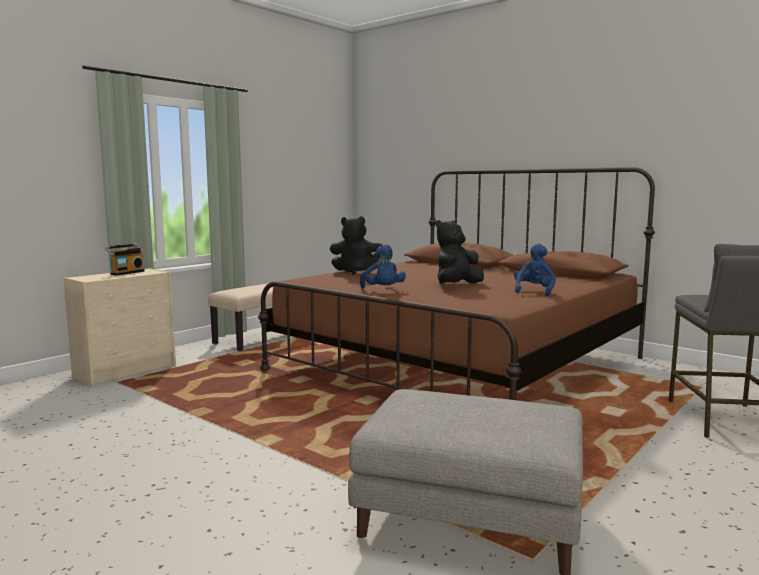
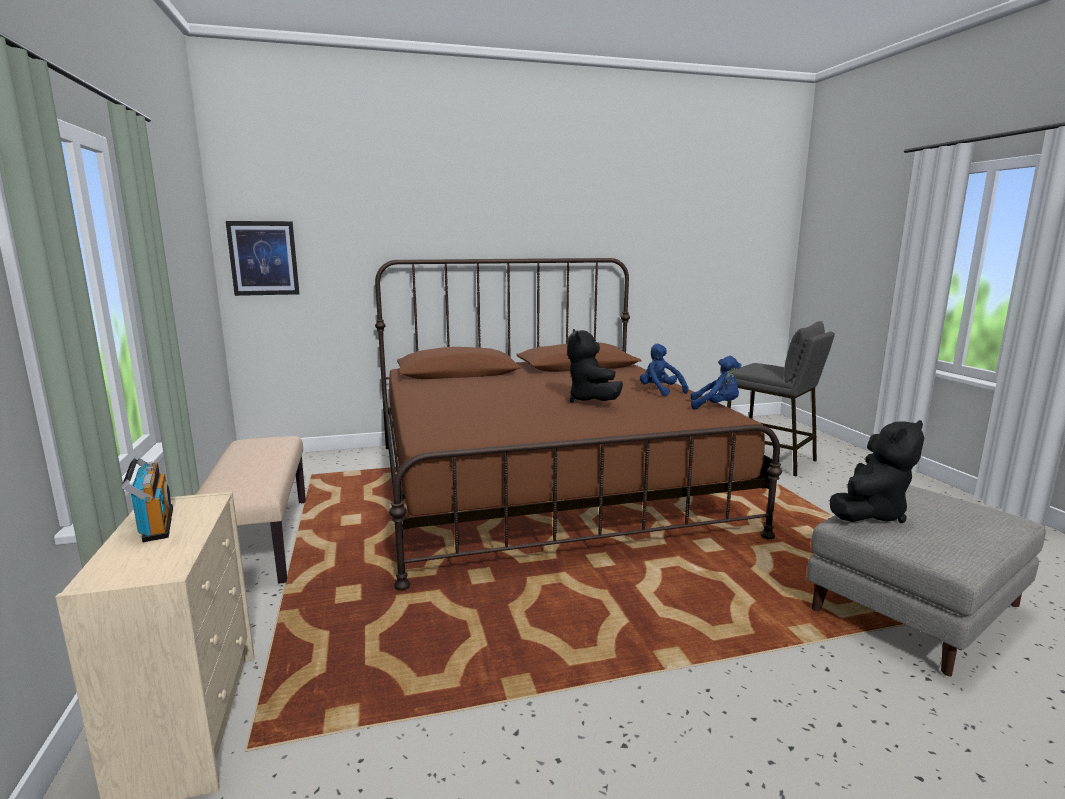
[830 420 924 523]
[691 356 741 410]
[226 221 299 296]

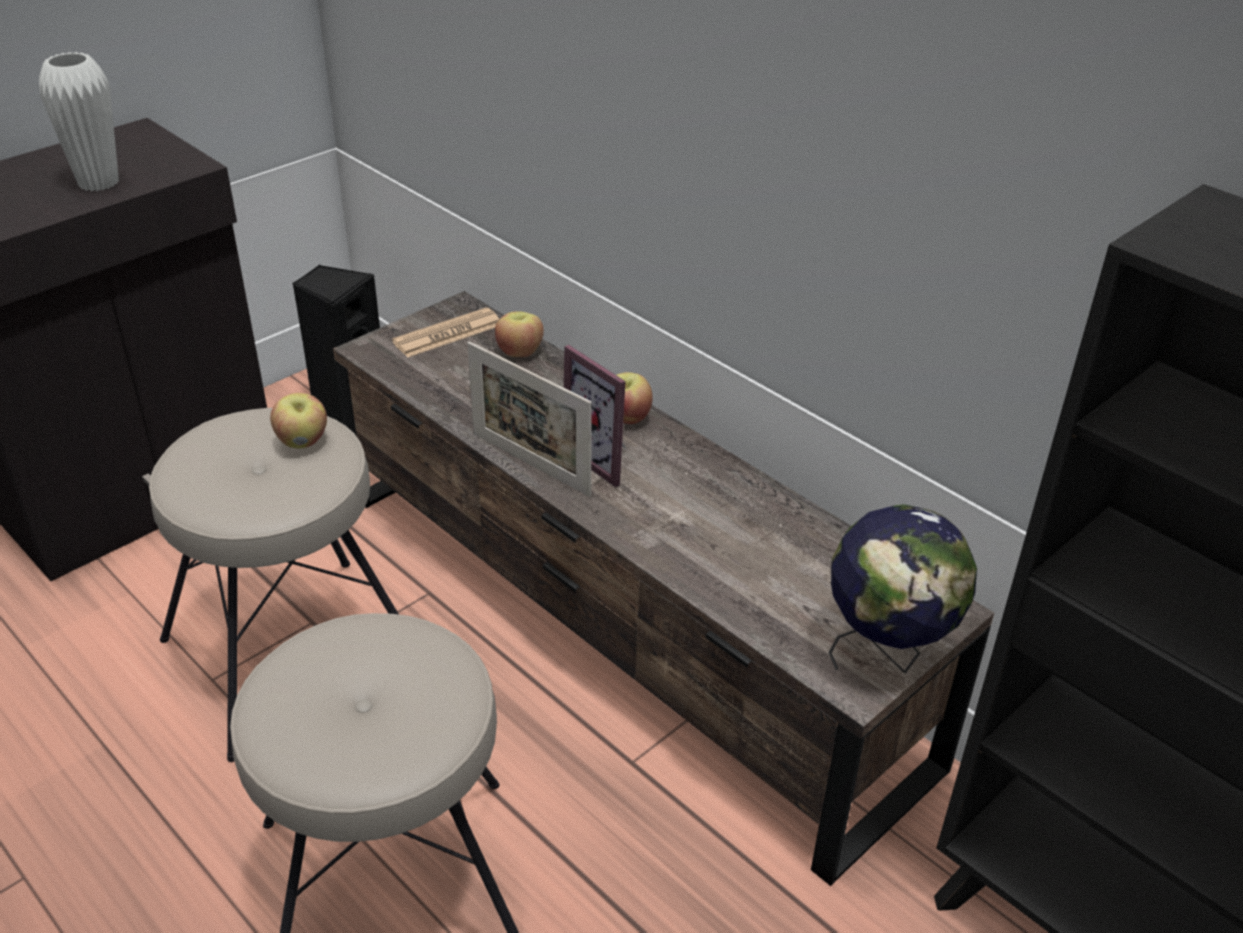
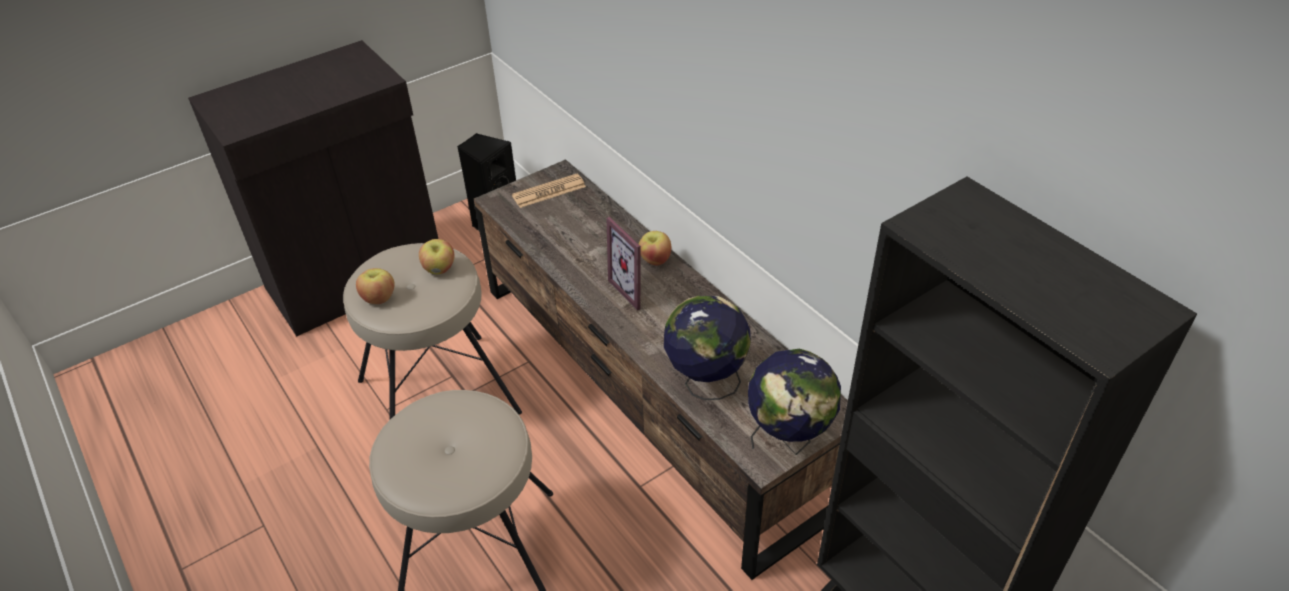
[39 52 119 191] (first image)
[467 341 592 497] (first image)
[356 268 395 304]
[664 296 751 400]

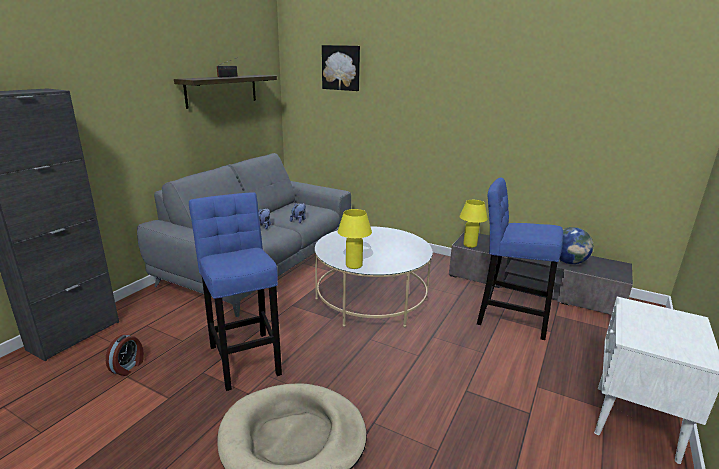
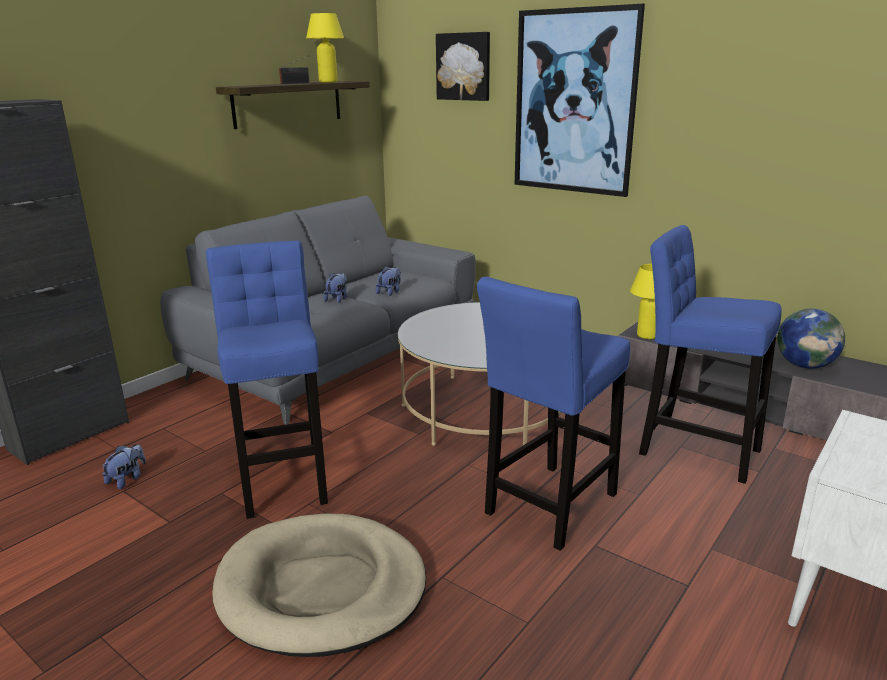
[101 444 146 489]
[306 13 344 82]
[477 277 630 551]
[515 4 645 197]

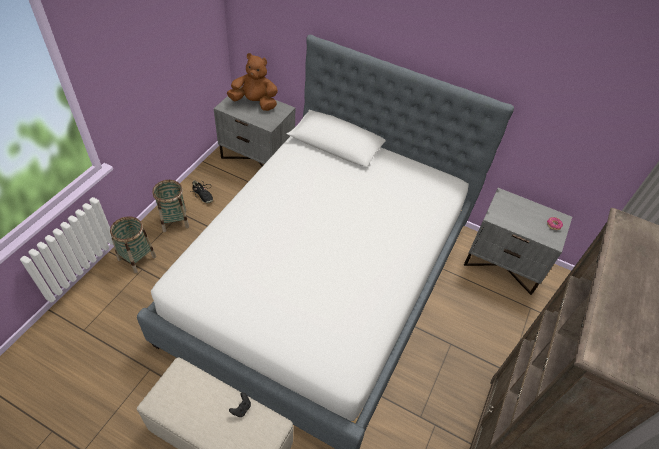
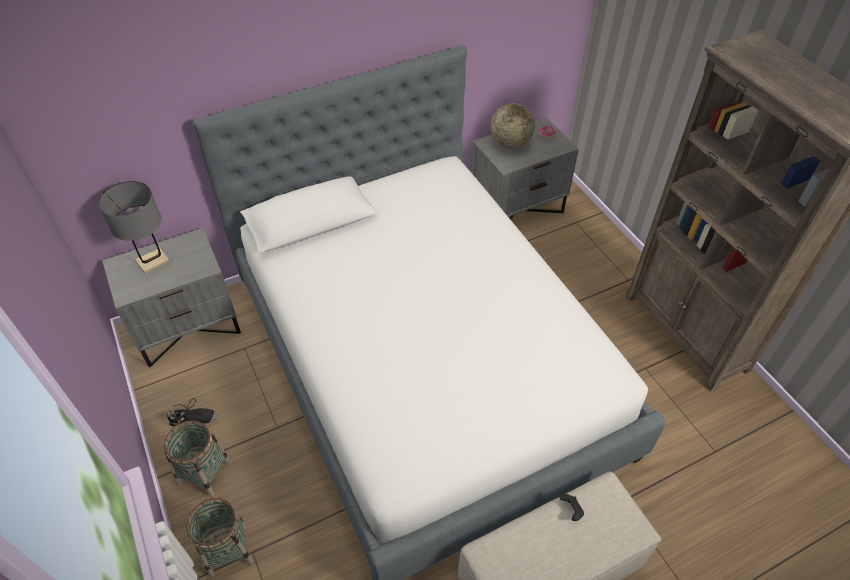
[98 181 170 274]
[491 103 535 149]

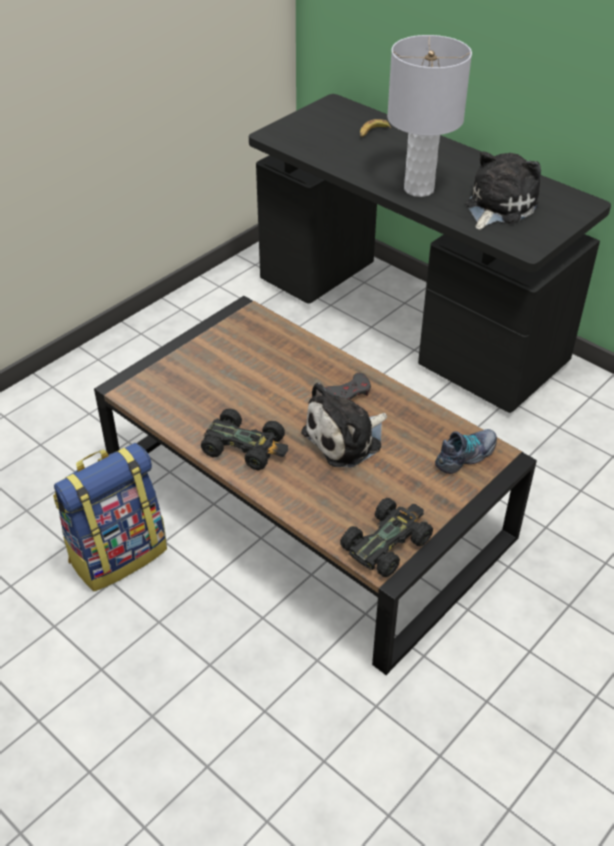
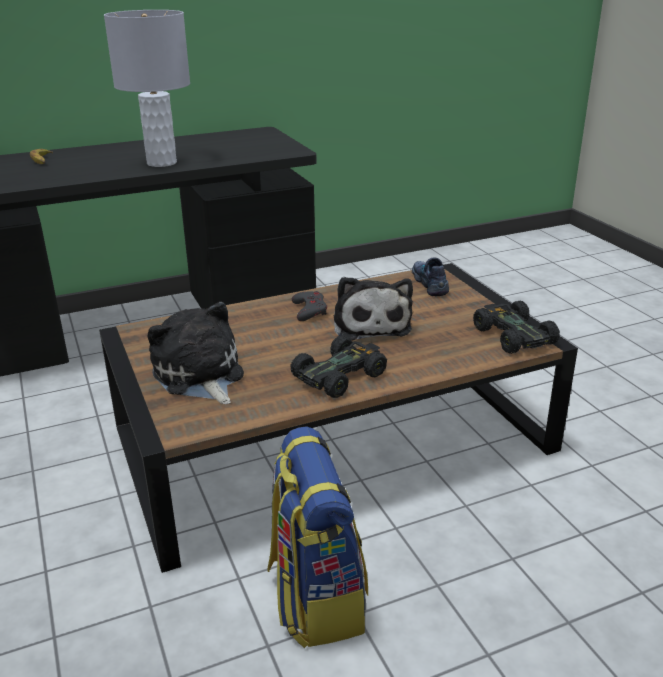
[148 302 244 404]

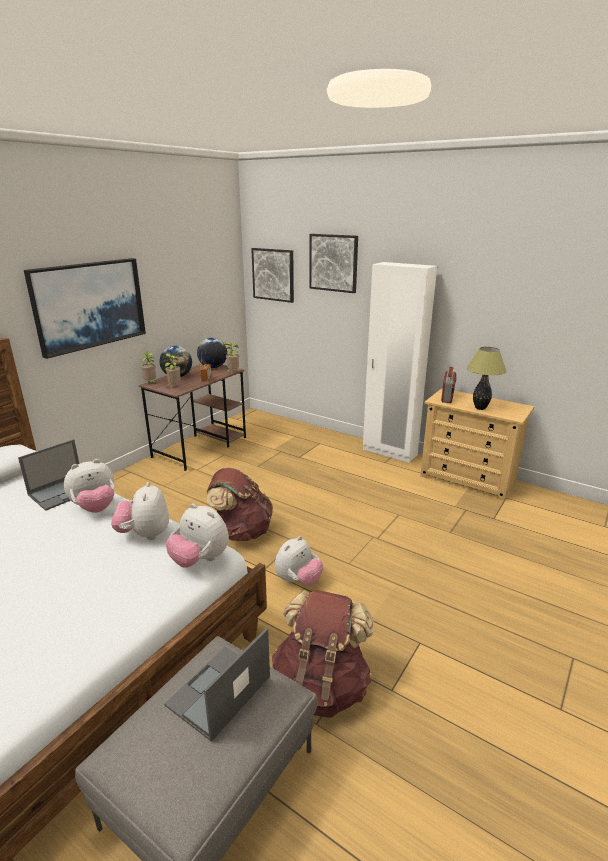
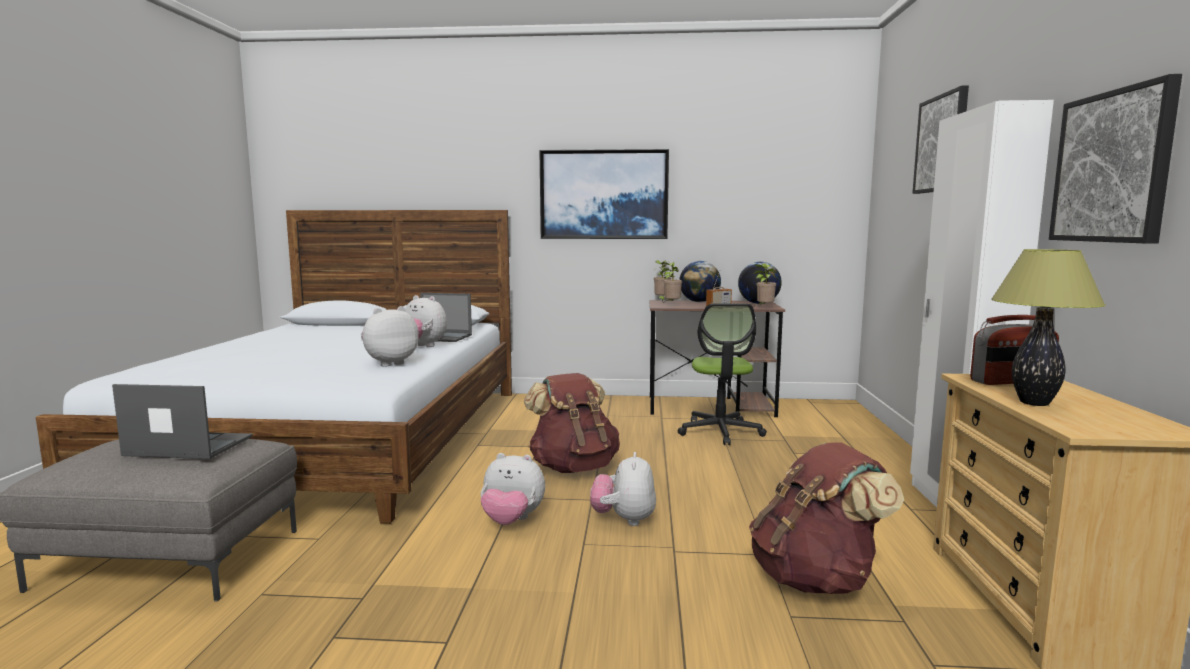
[590 452 656 526]
[1049 74 1182 244]
[749 442 904 594]
[678 303 767 445]

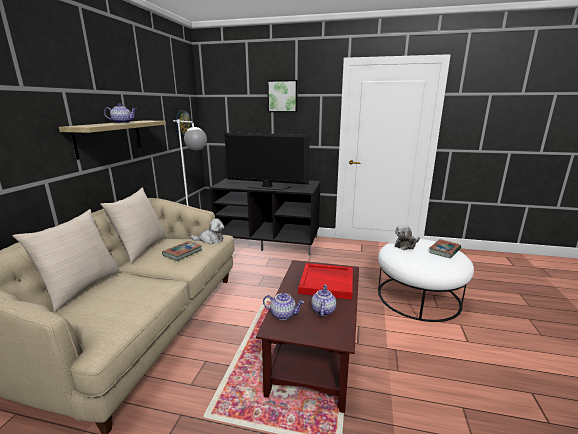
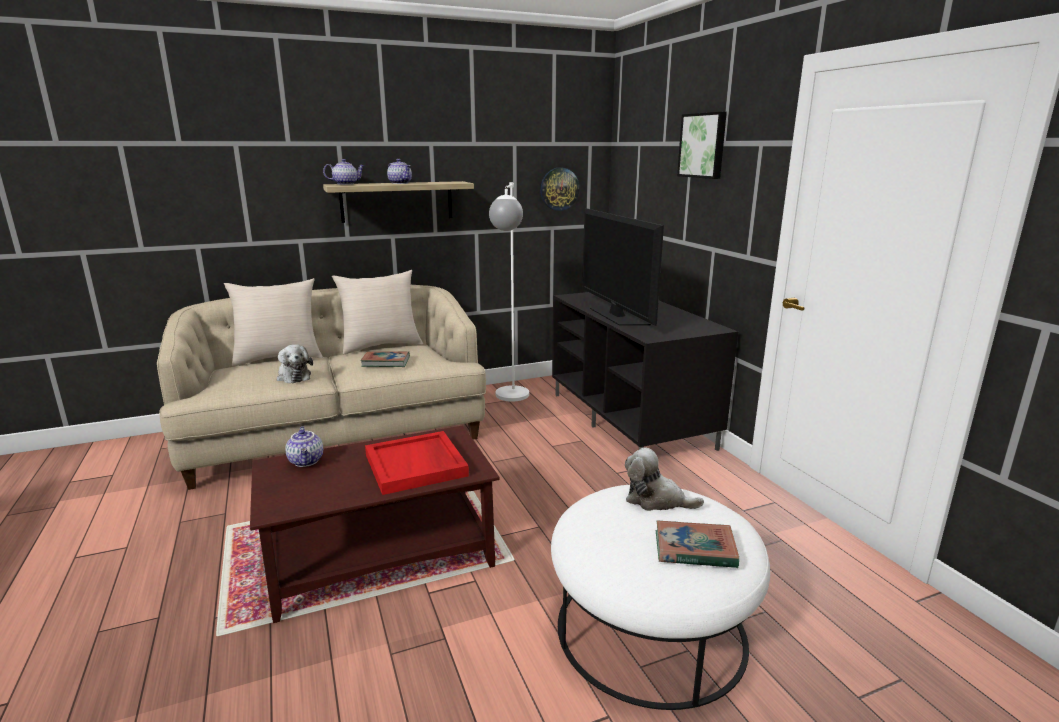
[277 344 313 383]
[323 159 365 185]

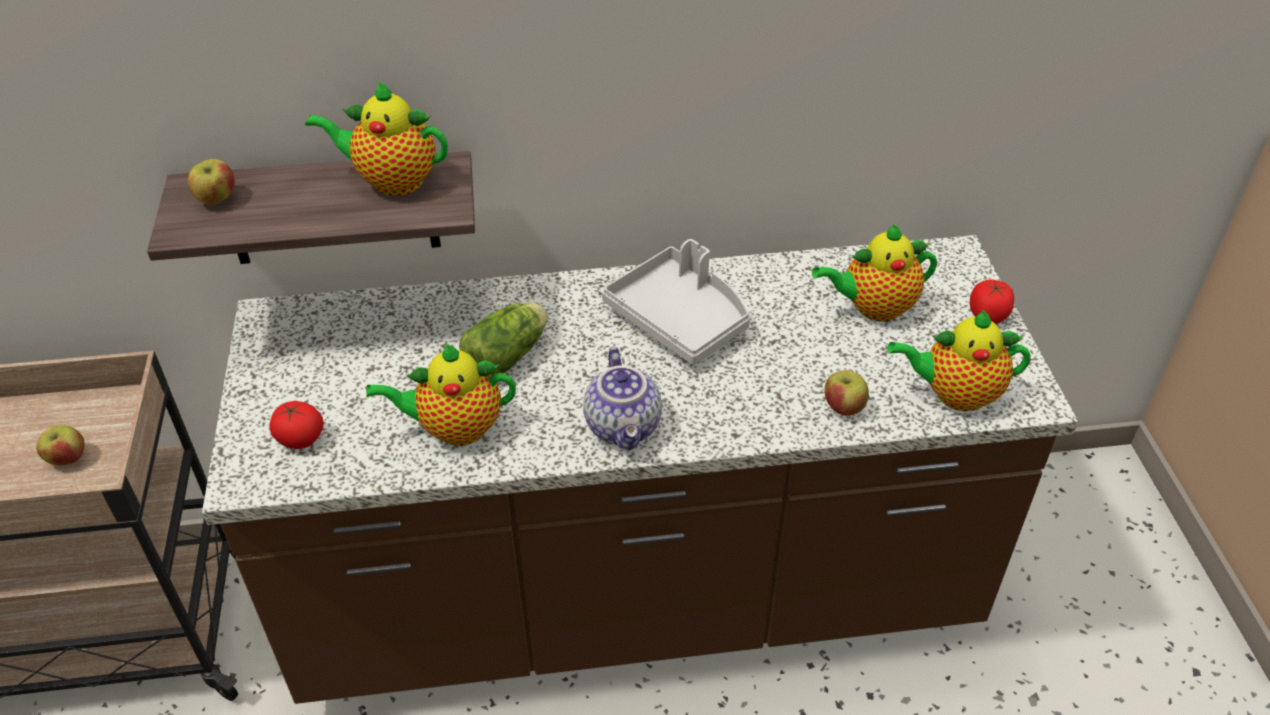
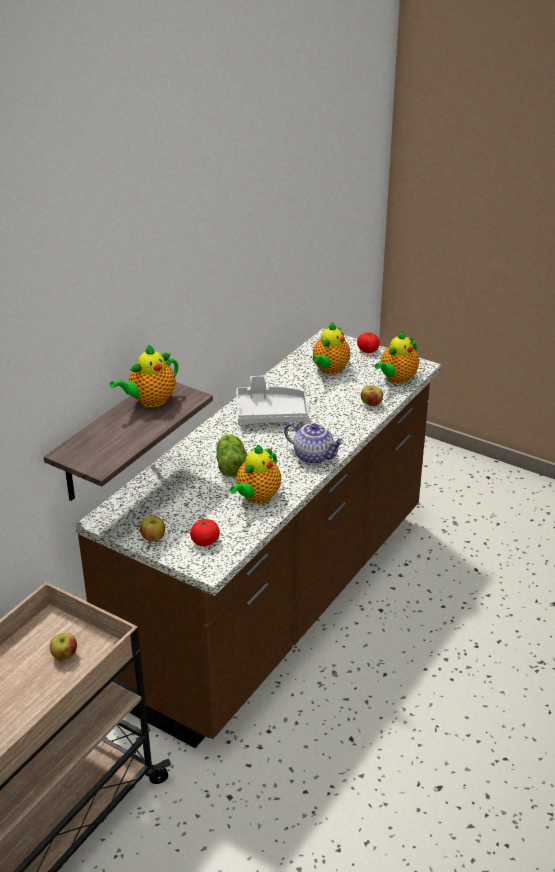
[140 515 165 541]

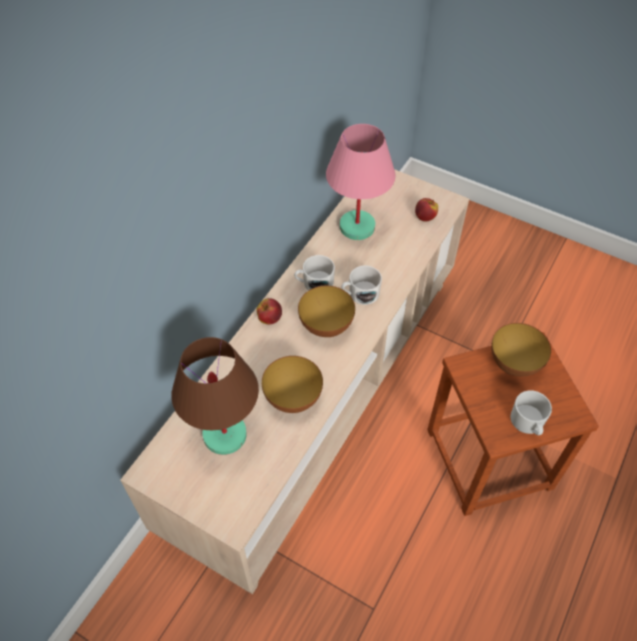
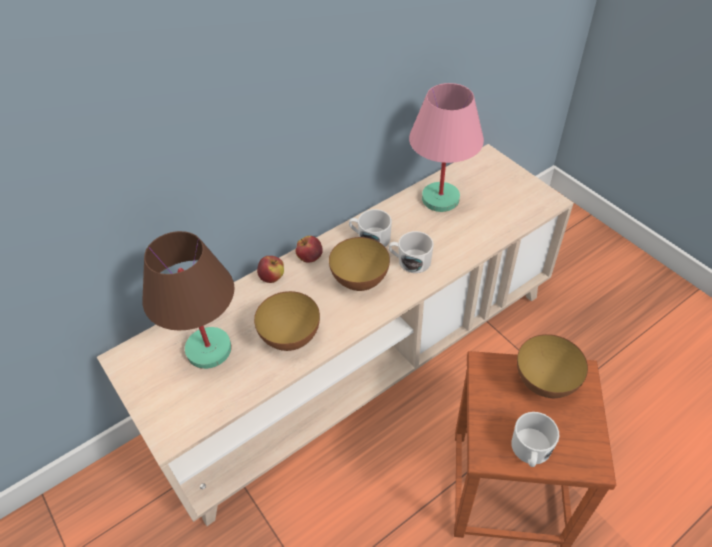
[257 256 284 283]

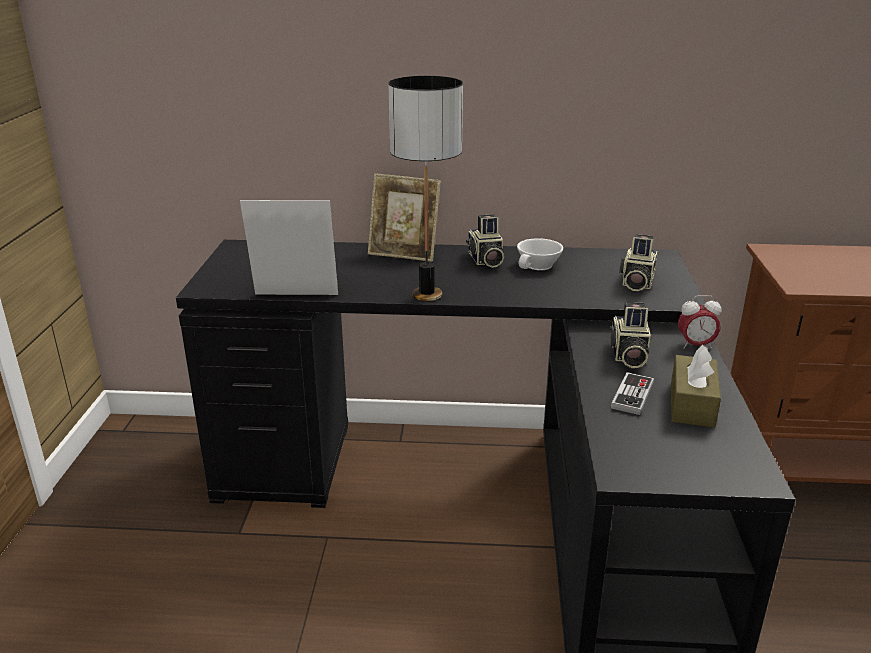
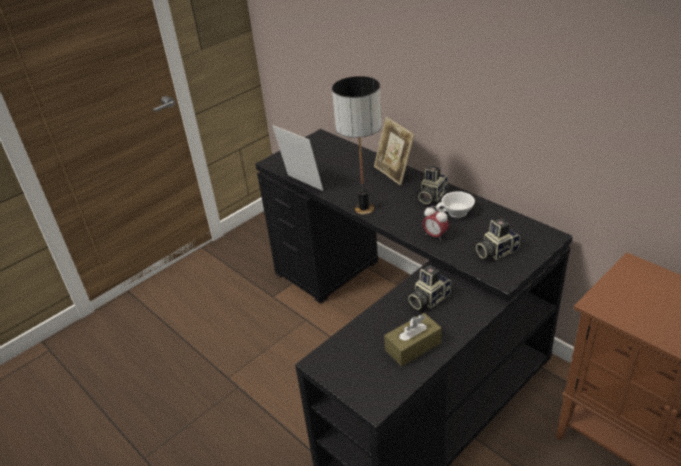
[611 372 654 415] (first image)
[423 206 449 241]

